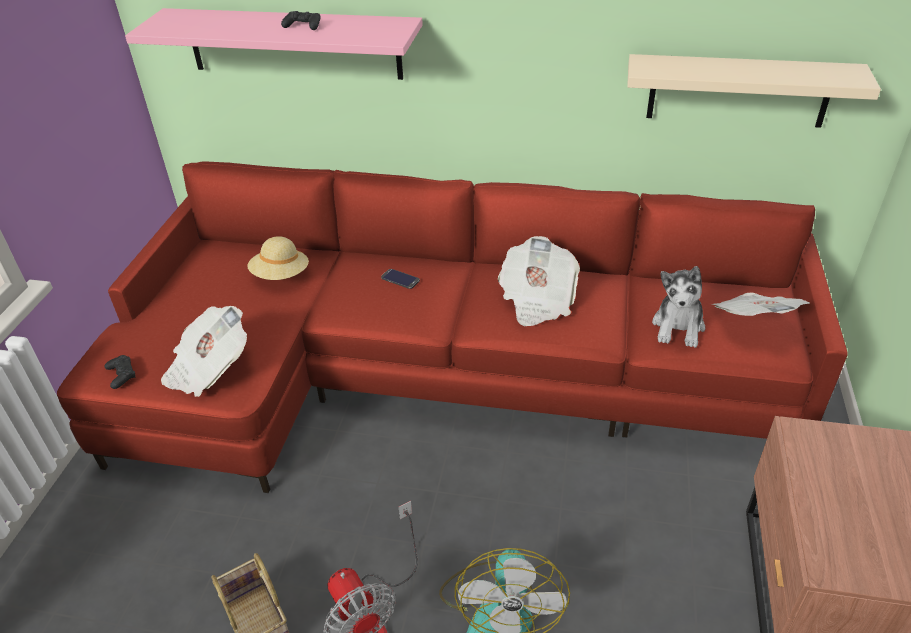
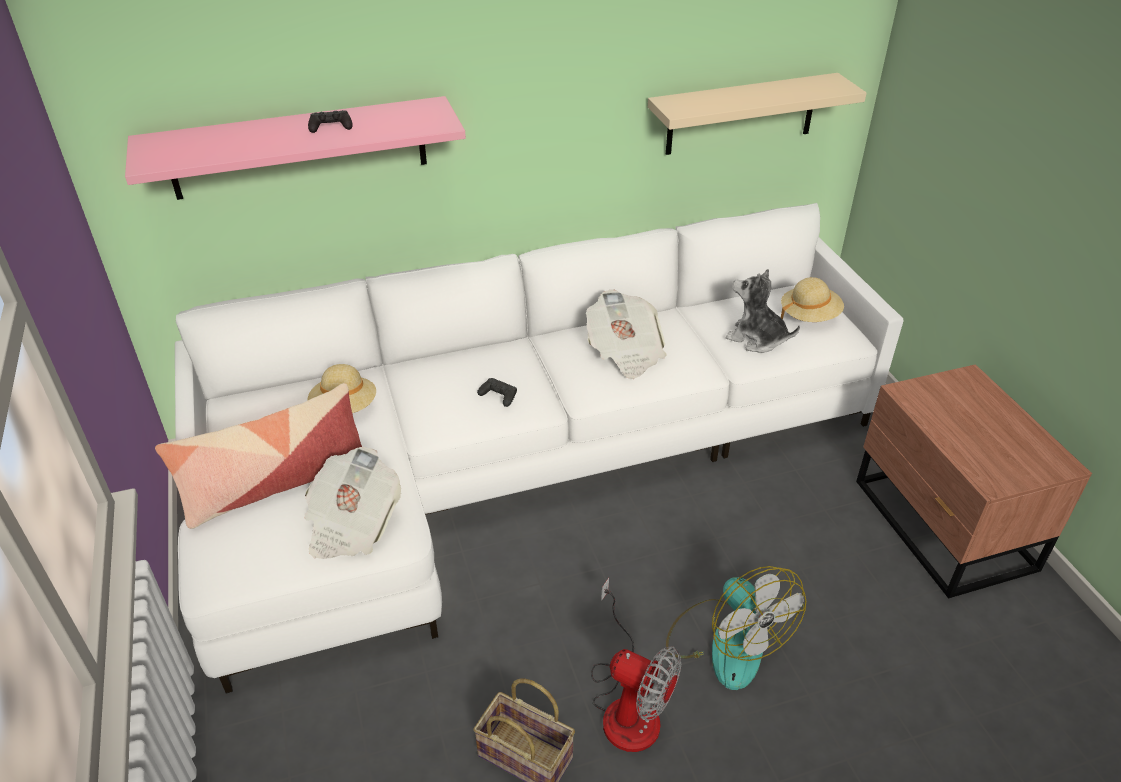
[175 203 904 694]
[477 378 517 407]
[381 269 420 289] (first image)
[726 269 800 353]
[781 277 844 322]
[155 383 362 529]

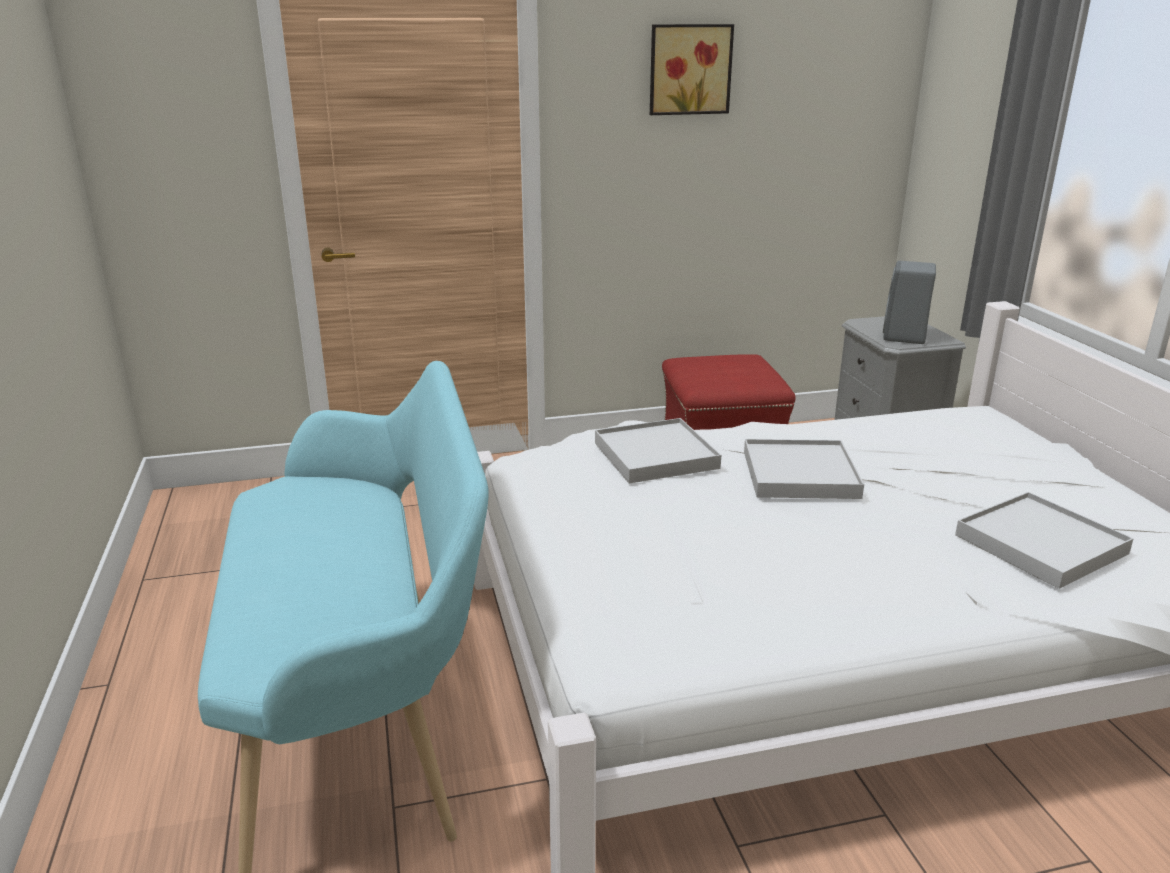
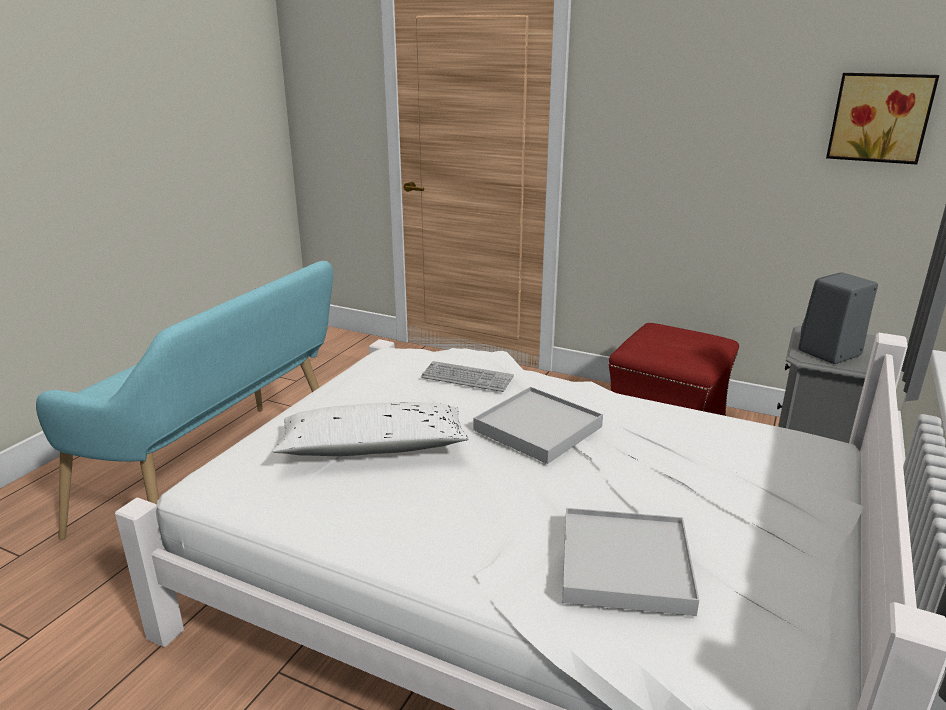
[421 361 514 392]
[826 73 939 164]
[273 402 469 456]

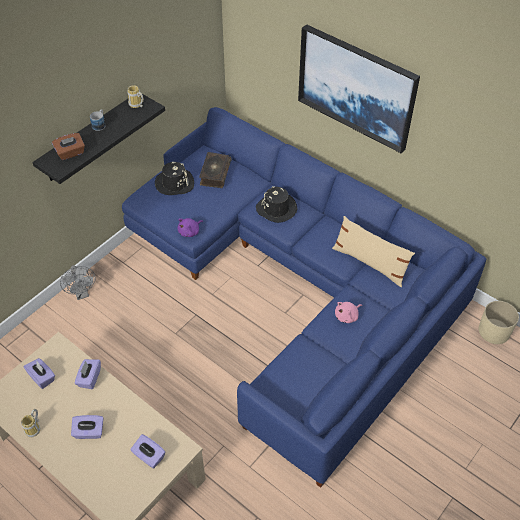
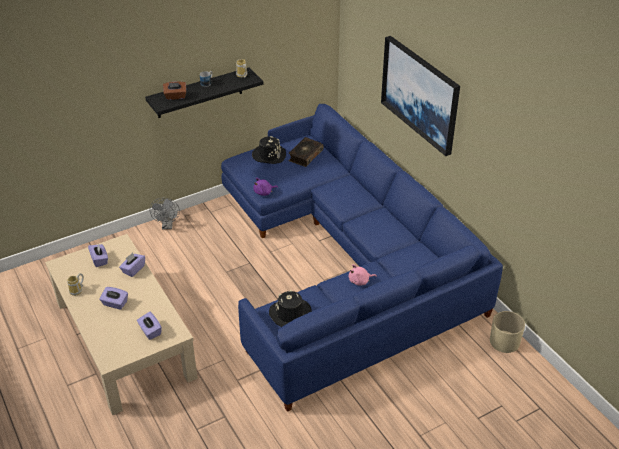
[269 290 311 327]
[332 216 415 287] (first image)

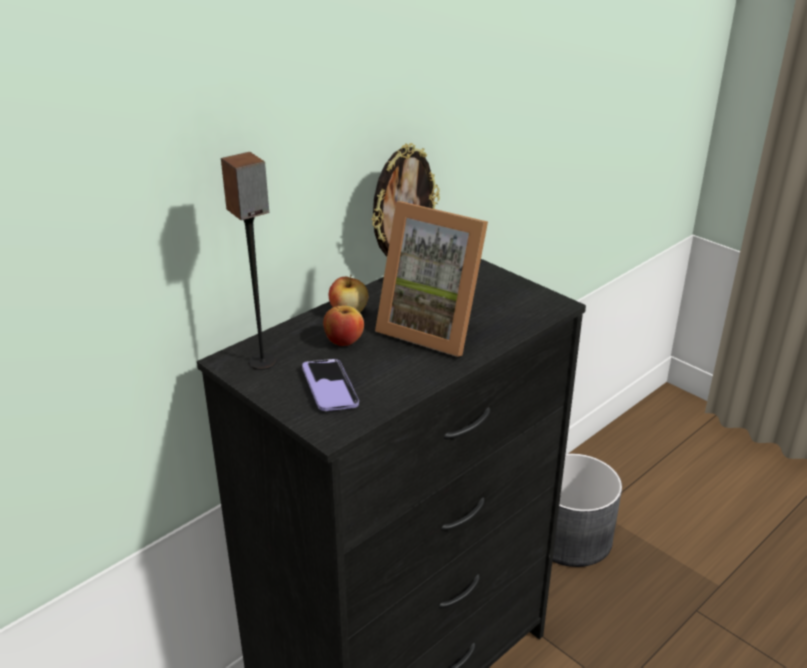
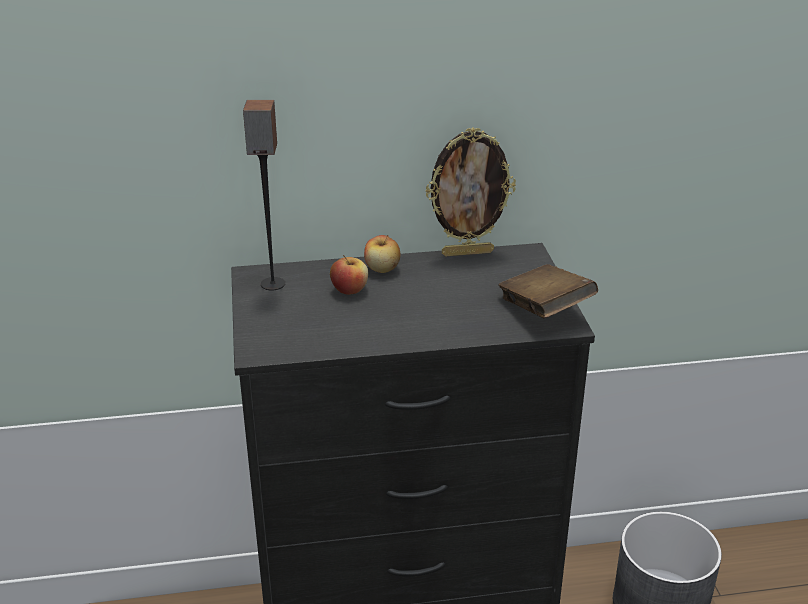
[302 359 359 411] (first image)
[375 201 488 357] (first image)
[498 264 598 318]

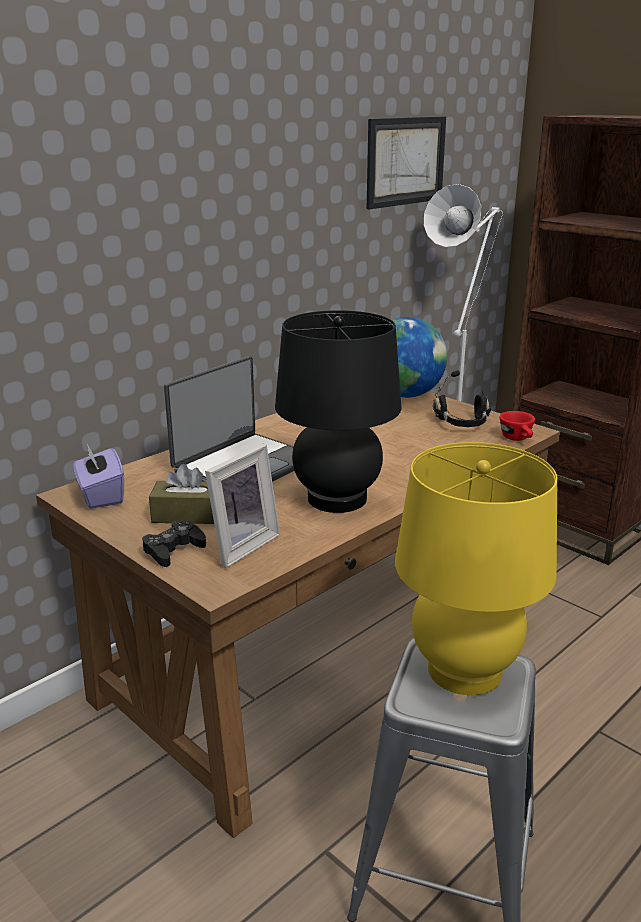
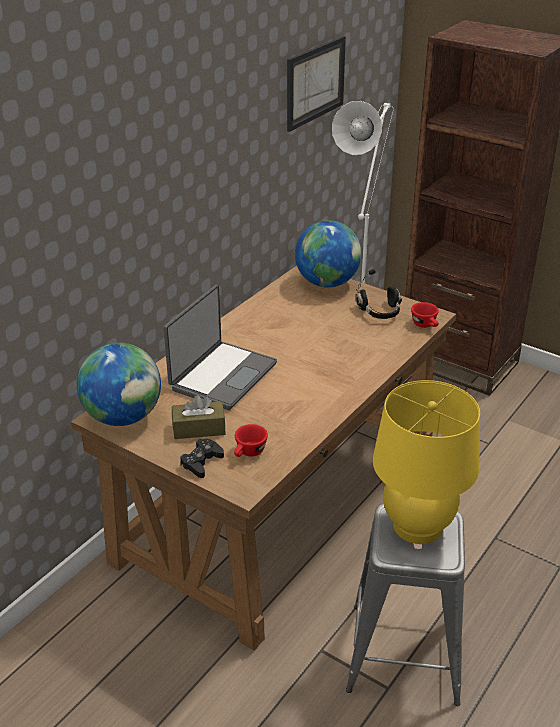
[77 343 161 426]
[234 424 268 457]
[275 310 401 513] (first image)

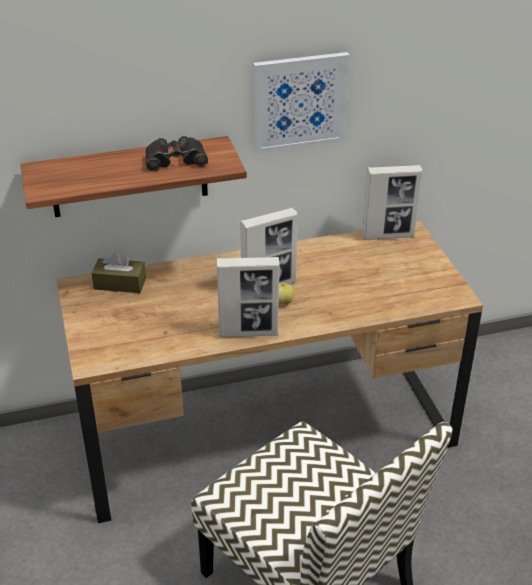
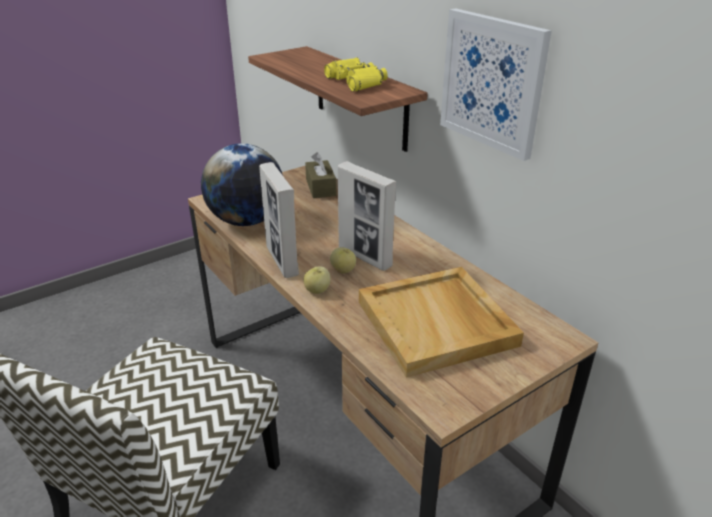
[324 57 388 92]
[362 165 423 240] (first image)
[201 143 283 226]
[304 266 331 294]
[359 267 524 378]

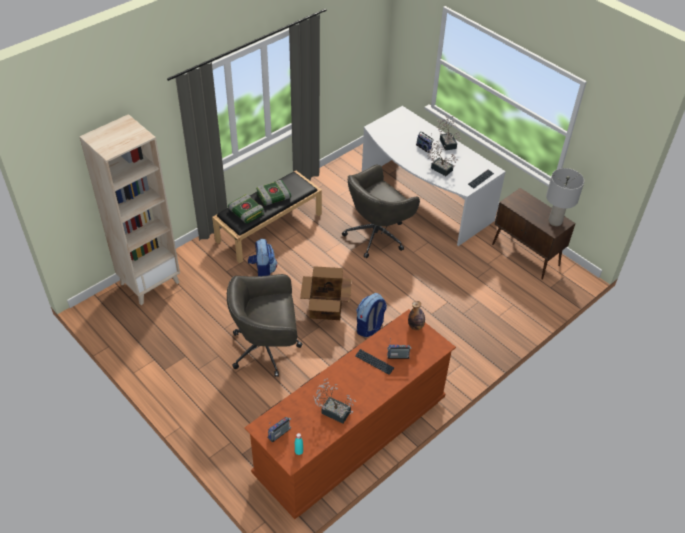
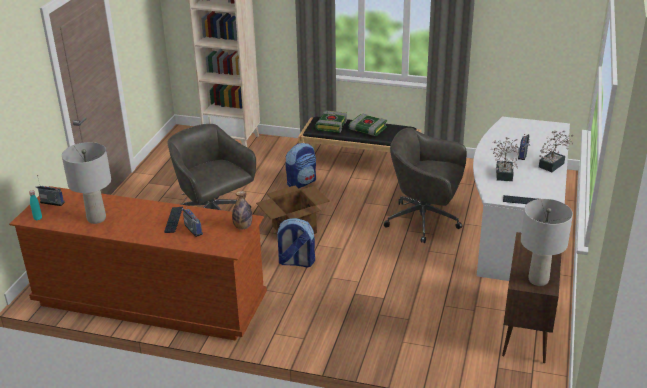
[62 142 111 224]

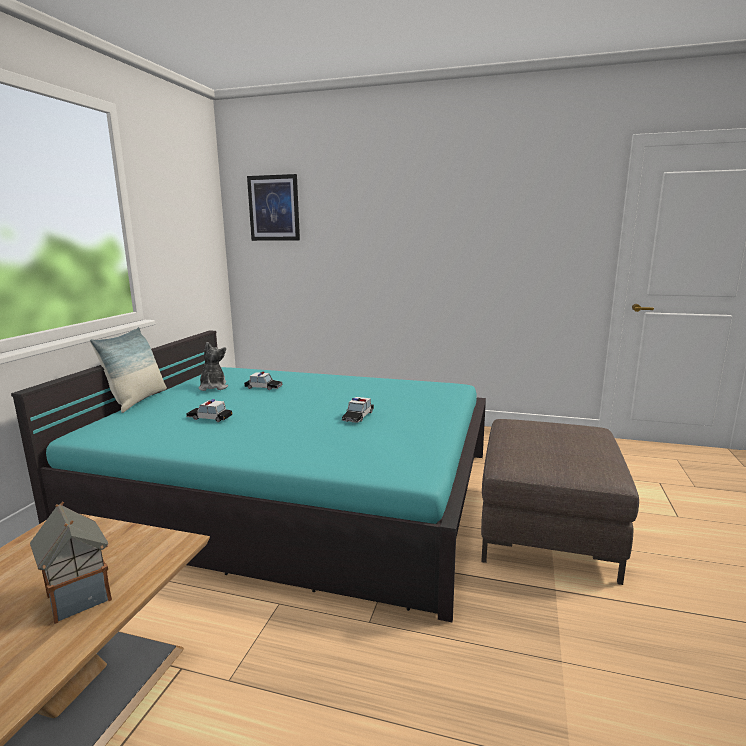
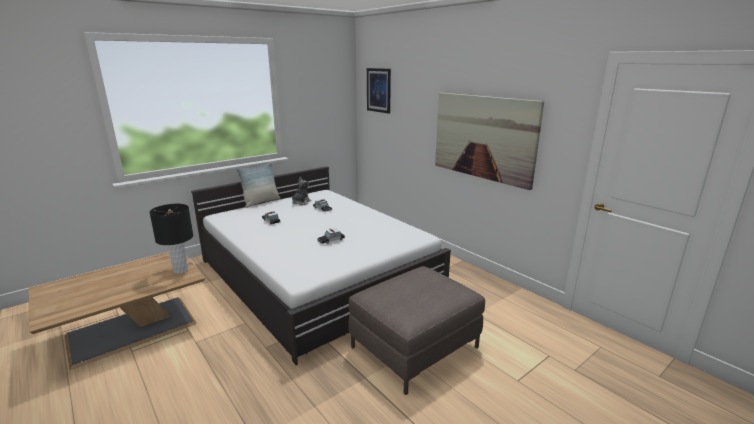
[191 166 451 365]
[30 501 112 624] (first image)
[149 204 193 274]
[435 93 544 190]

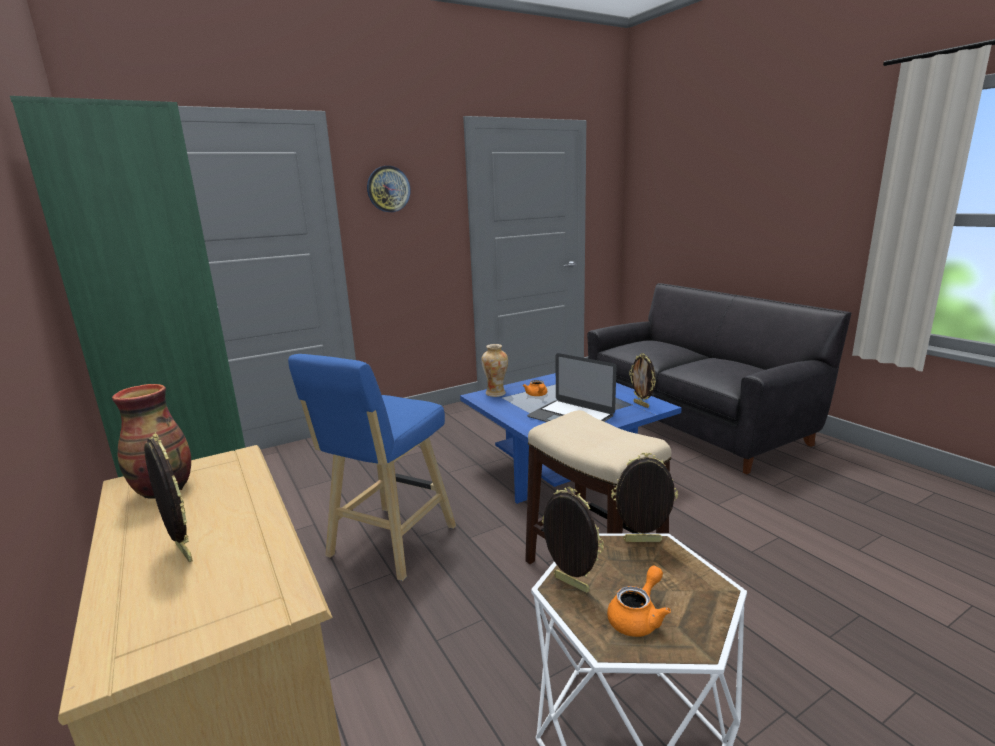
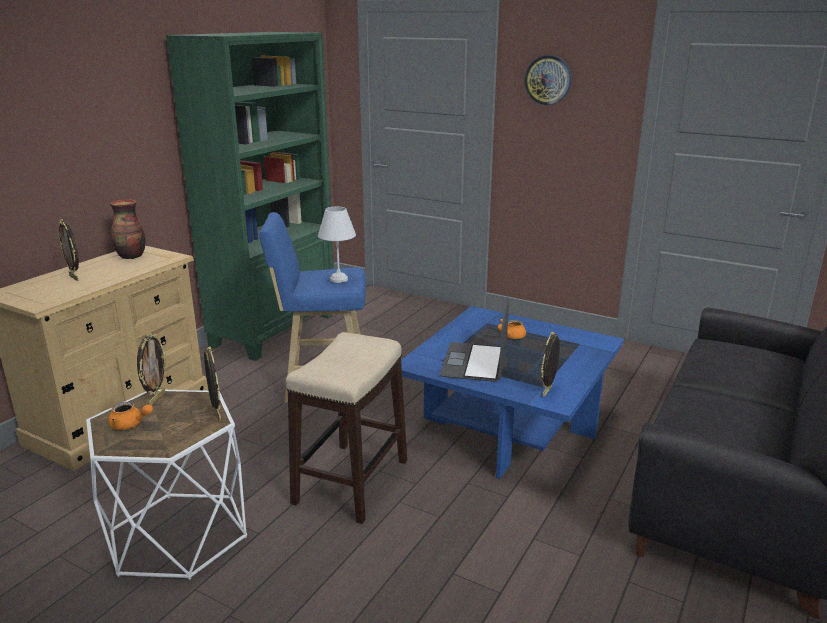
[58 219 79 281]
[481 344 508 397] (first image)
[318 206 356 283]

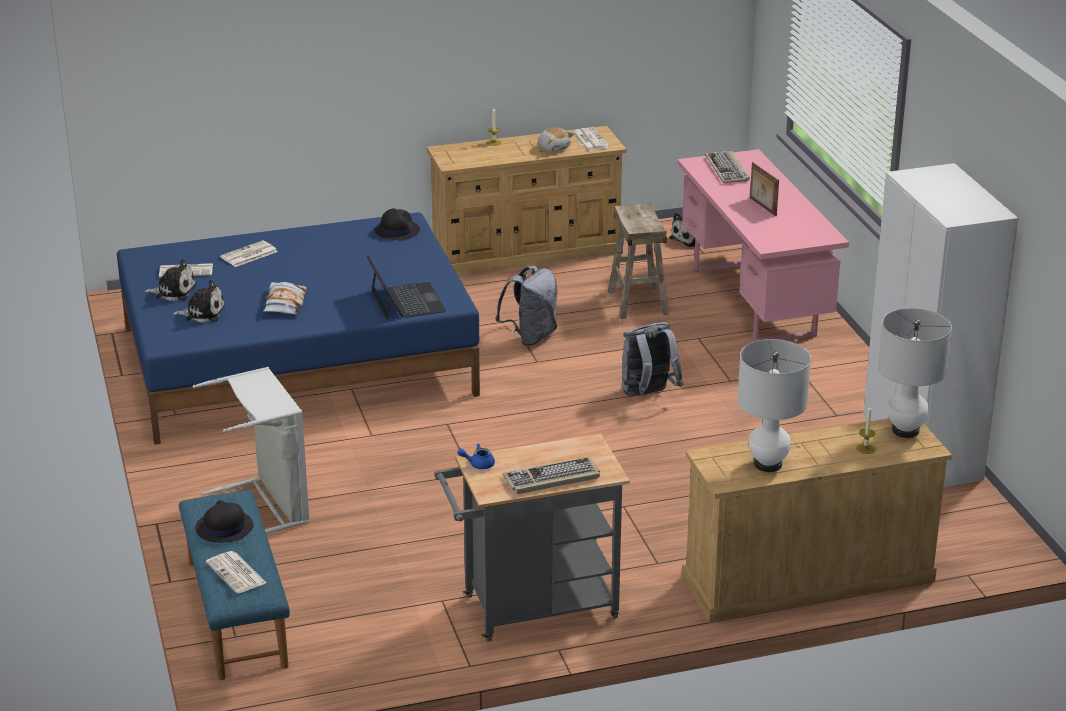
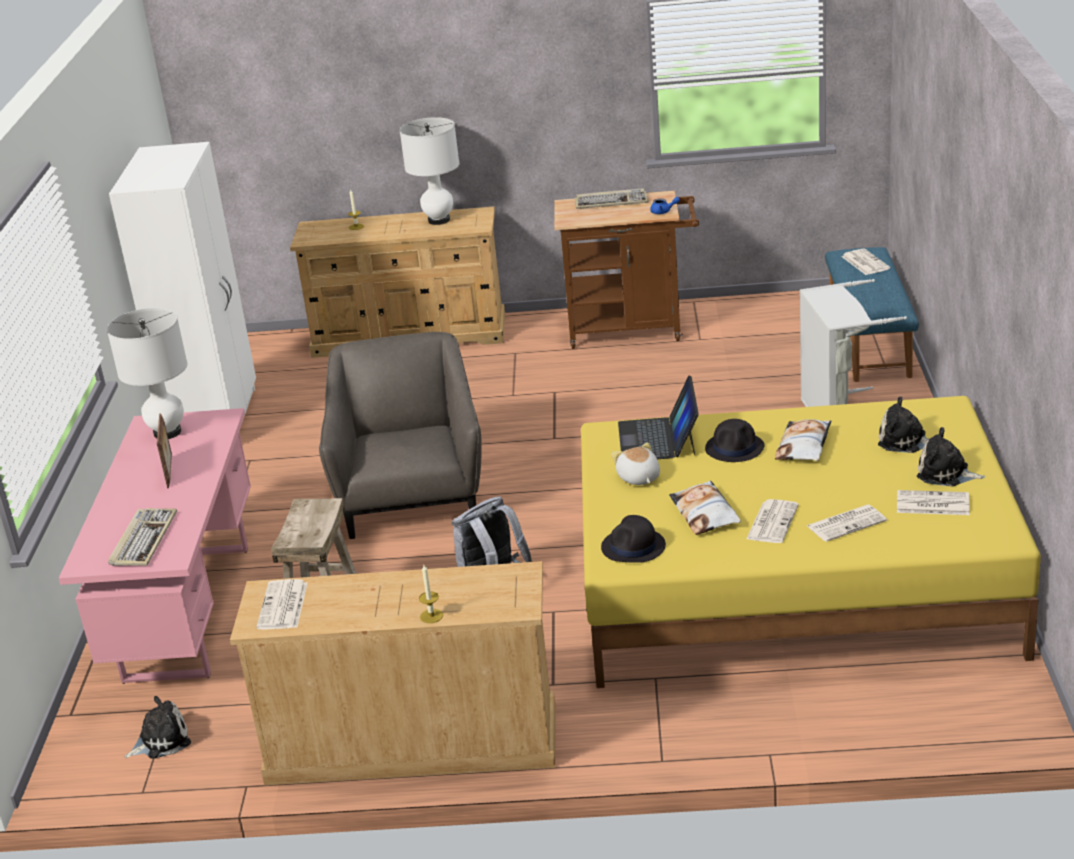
[581 396 1041 688]
[705 419 765 462]
[554 191 699 349]
[611 442 660 485]
[319 332 482 539]
[107 308 188 439]
[669 480 741 535]
[746 499 799 543]

